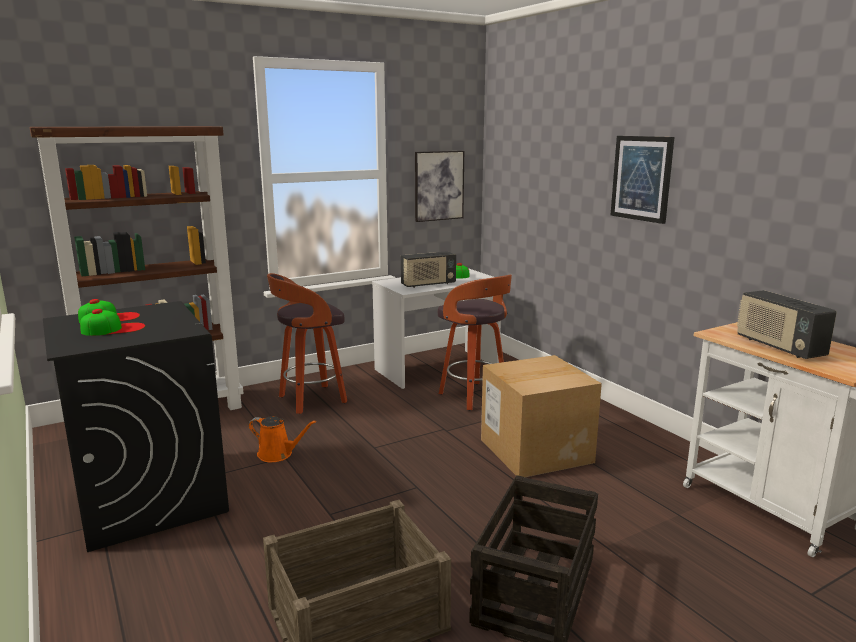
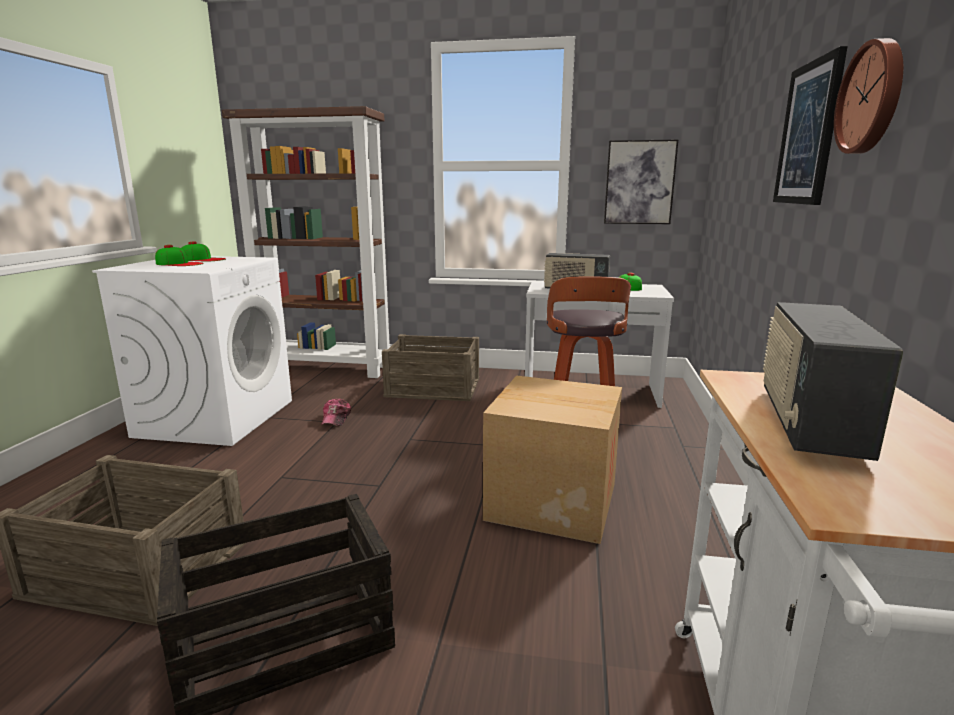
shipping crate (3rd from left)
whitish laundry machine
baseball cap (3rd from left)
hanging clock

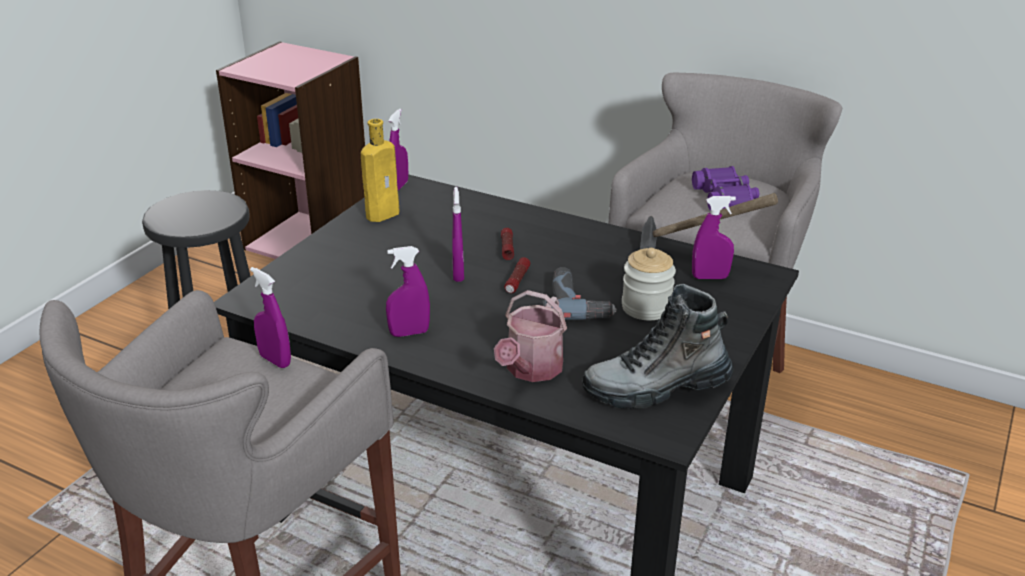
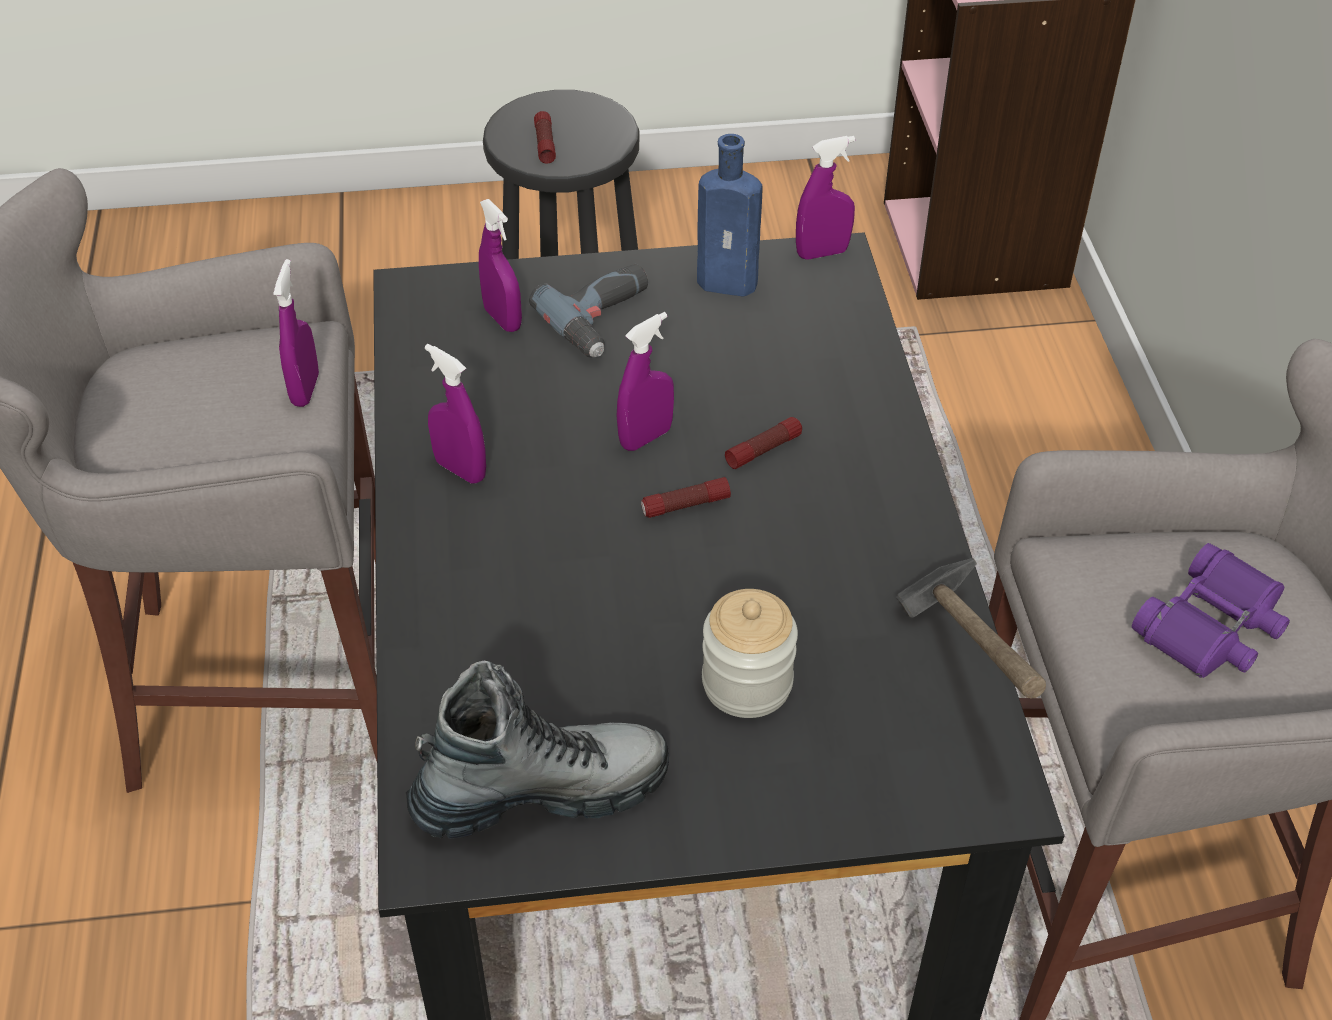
blue-coloured beverage bottle
purple sprayer (3rd from left)
electric drill
boot
watering pot
torch (1st from left)

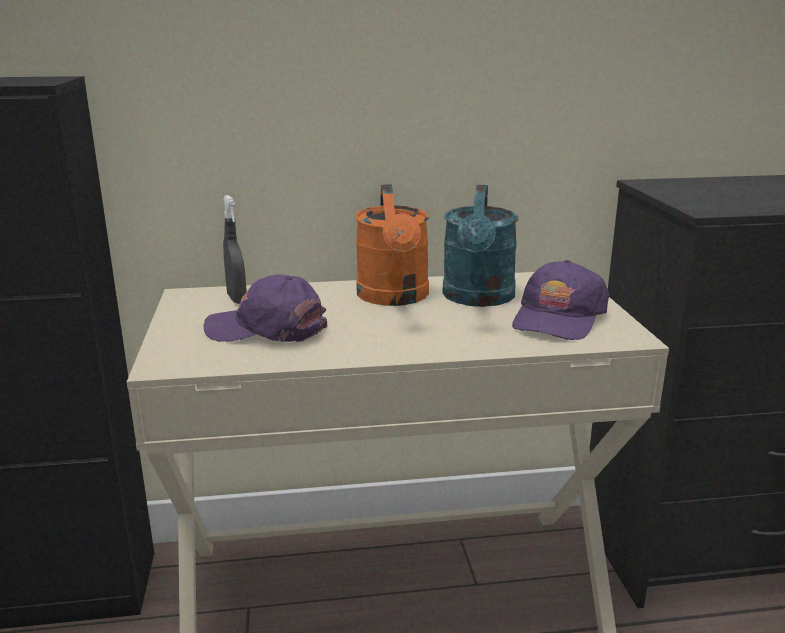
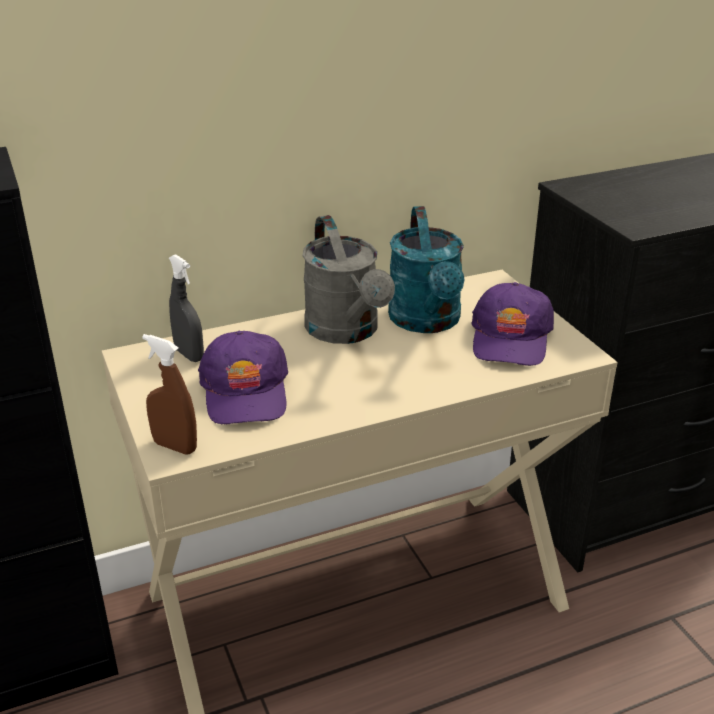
gray watering pot
purple baseball cap (1st from left)
brown sprayer

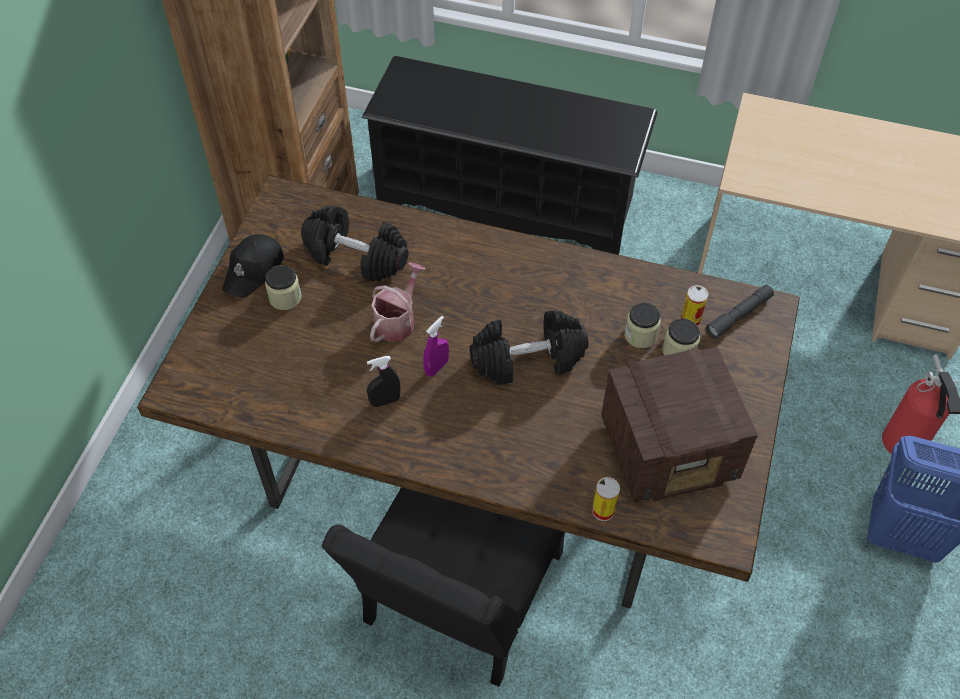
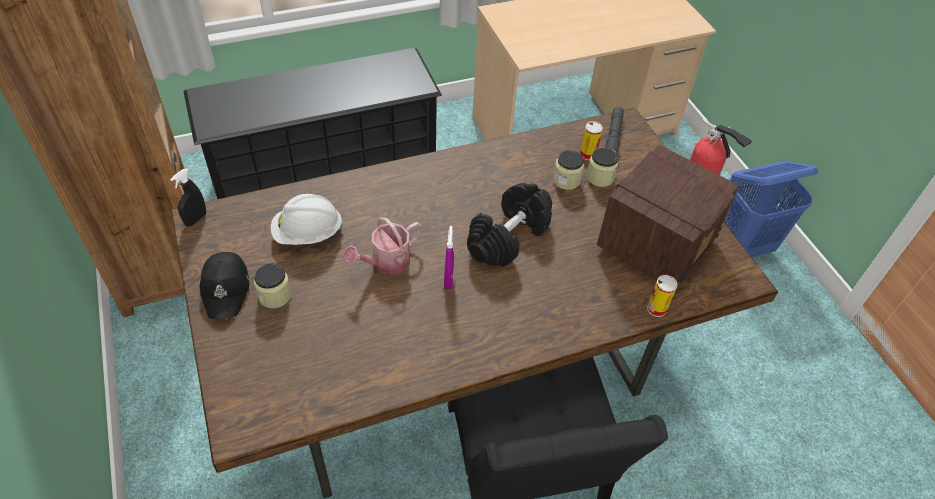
whitish safety helmet
watering pot
blackish sprayer

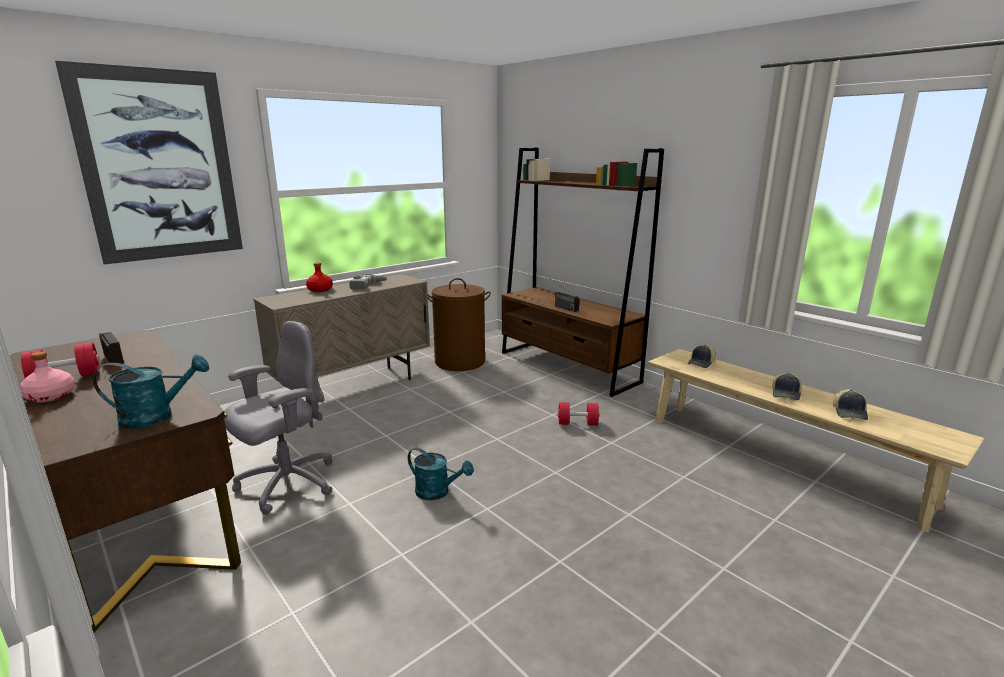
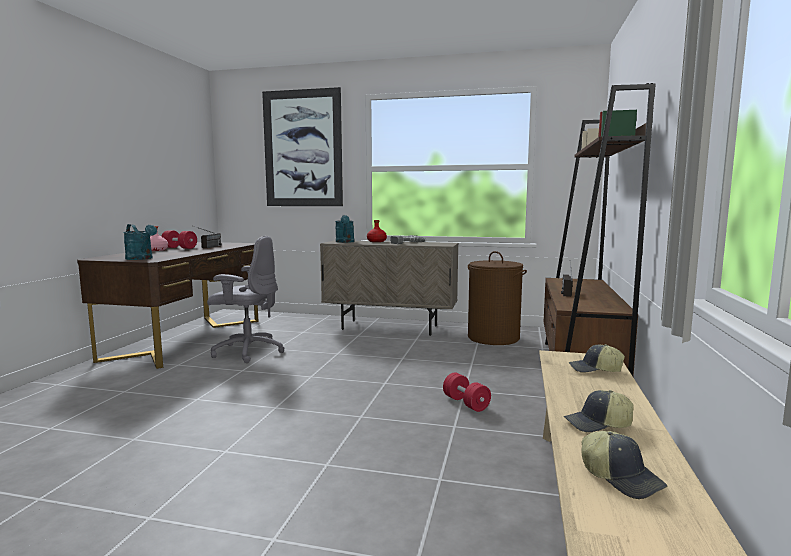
baseball cap (3rd from left)
blue-green watering pot (2nd from left)

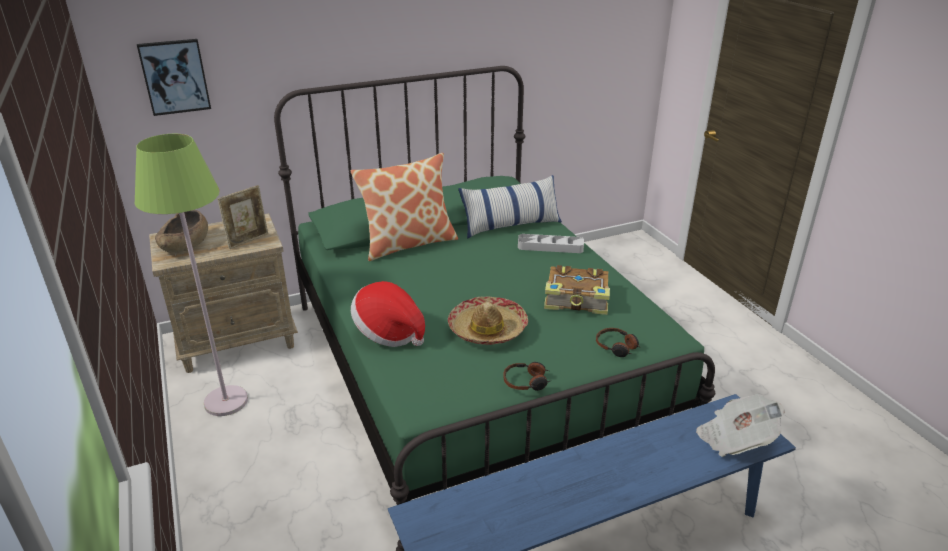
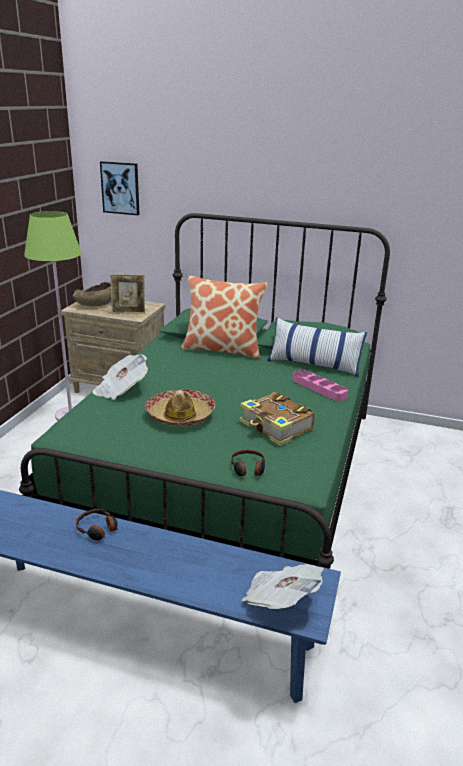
pink-coloured carrying tray
daily paper (1st from left)
pair of headphones (1st from left)

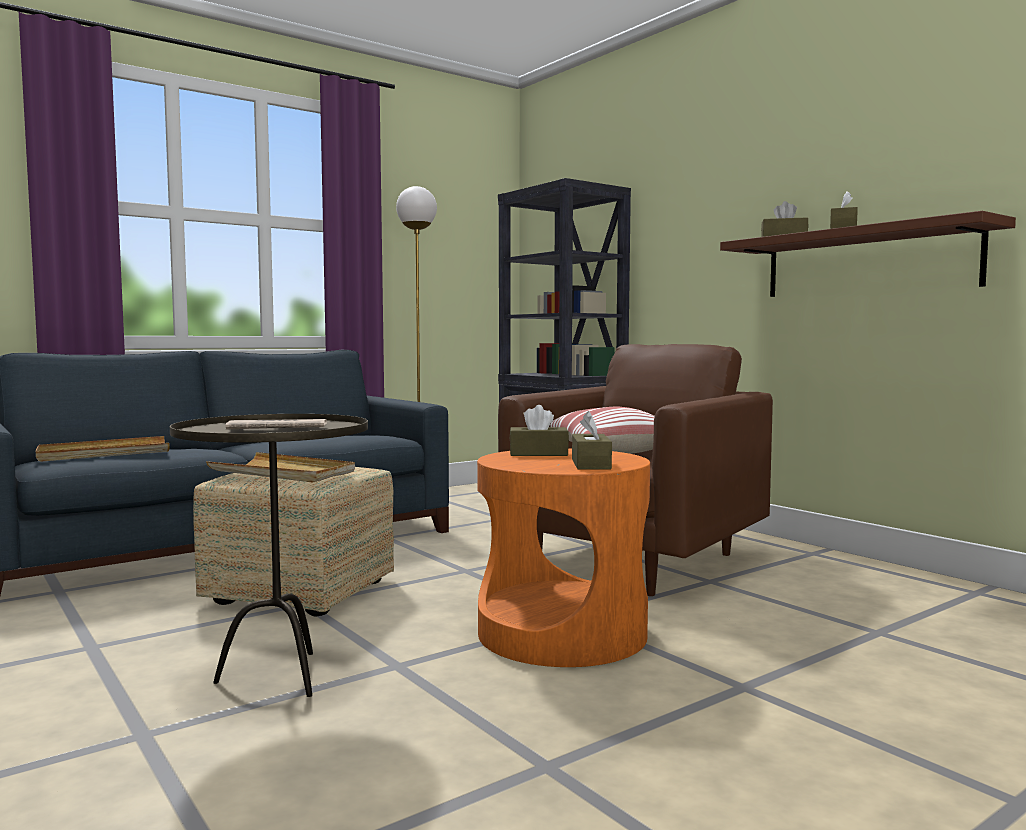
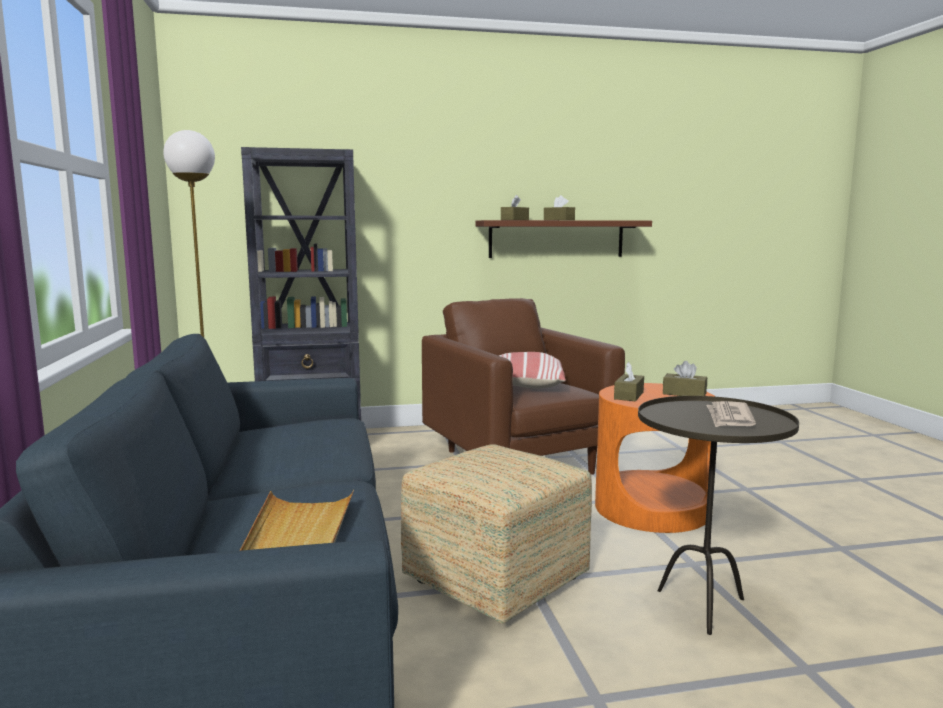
beige-coloured carrying tray (2nd from left in the first image)

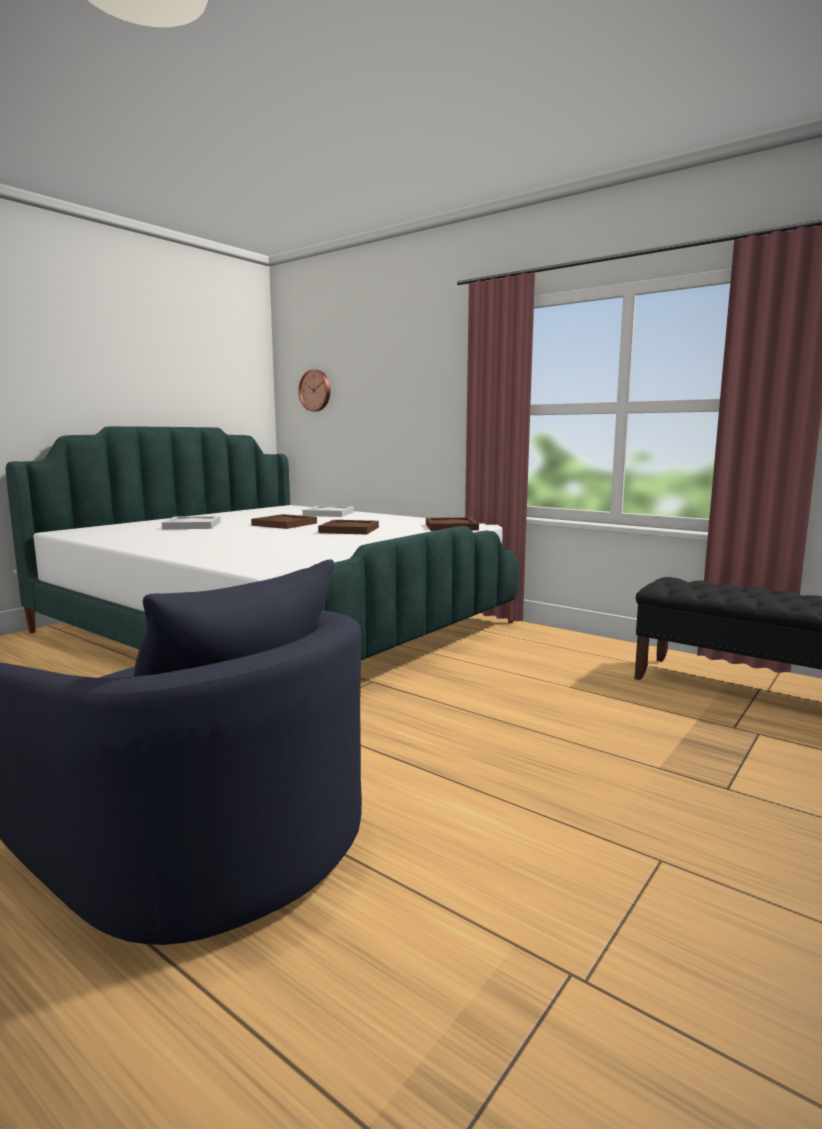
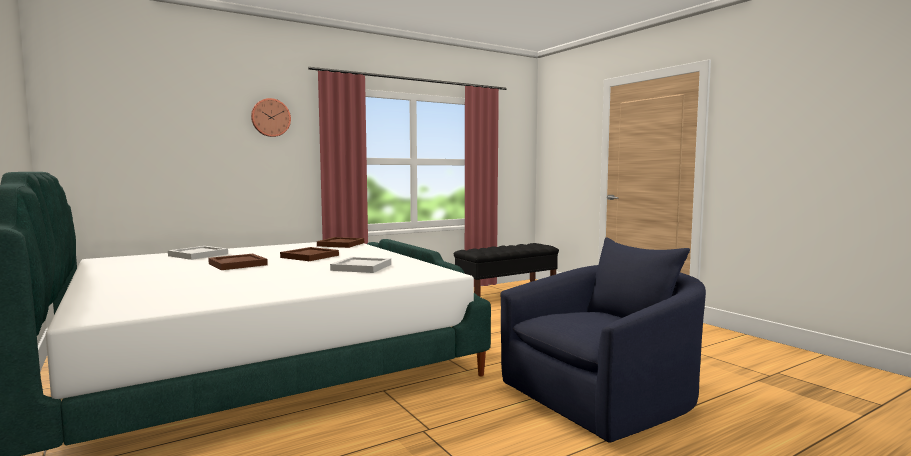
hanging clock
whitish carrying tray (2nd from left)

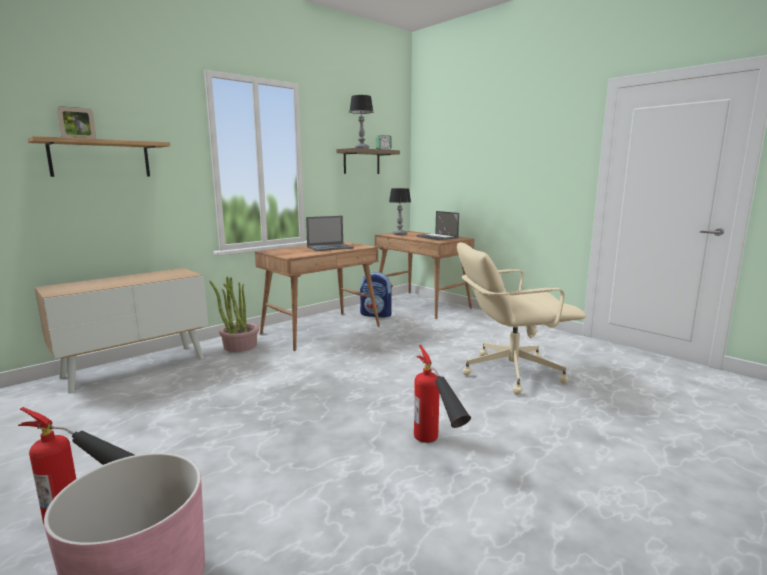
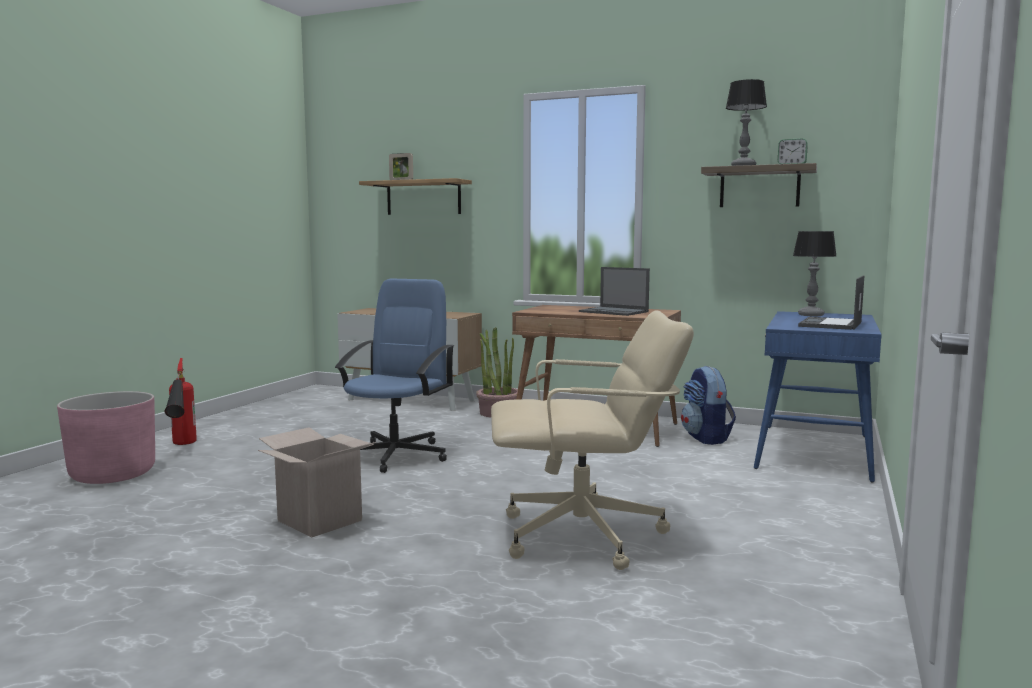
blue-coloured desk
beige-coloured computer chair
cardboard box
blue-coloured computer chair

